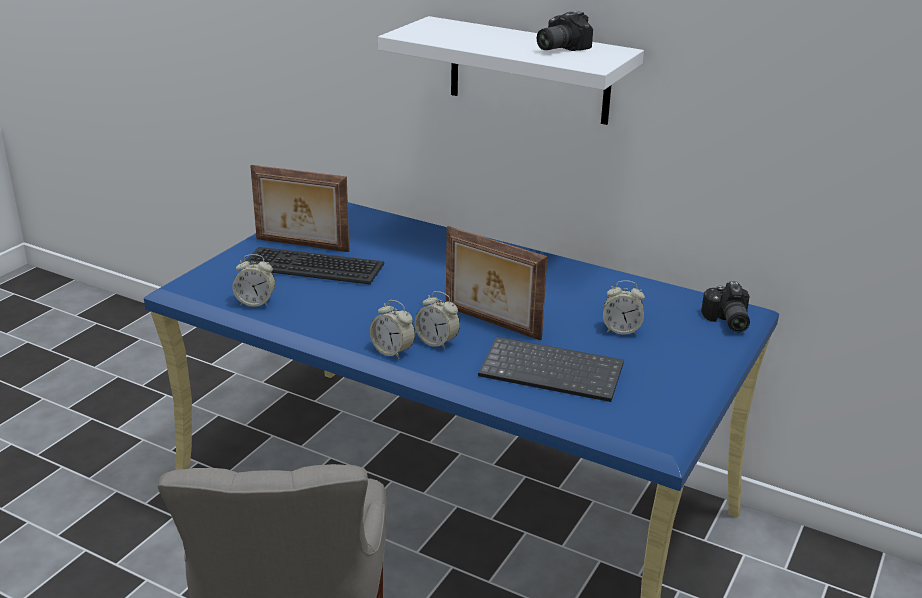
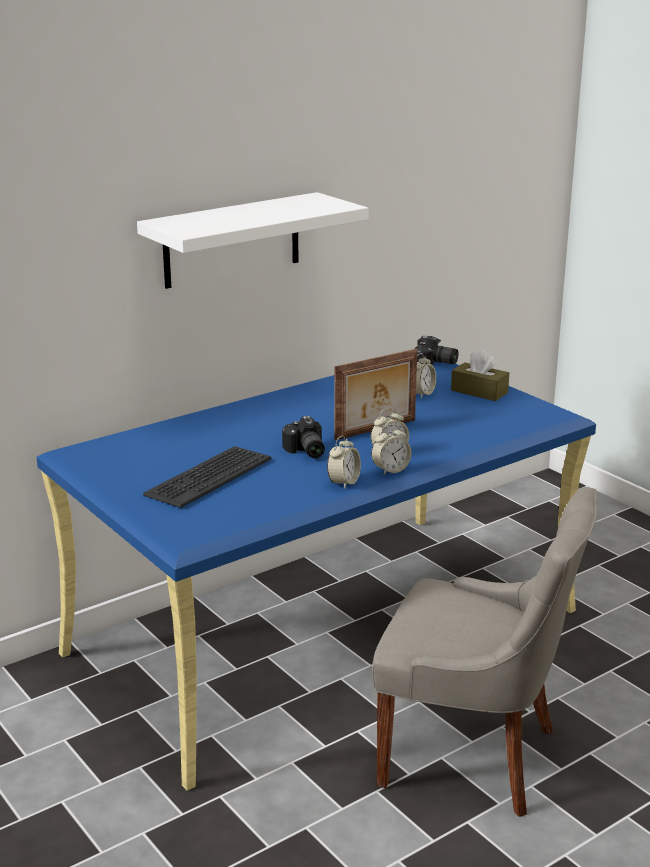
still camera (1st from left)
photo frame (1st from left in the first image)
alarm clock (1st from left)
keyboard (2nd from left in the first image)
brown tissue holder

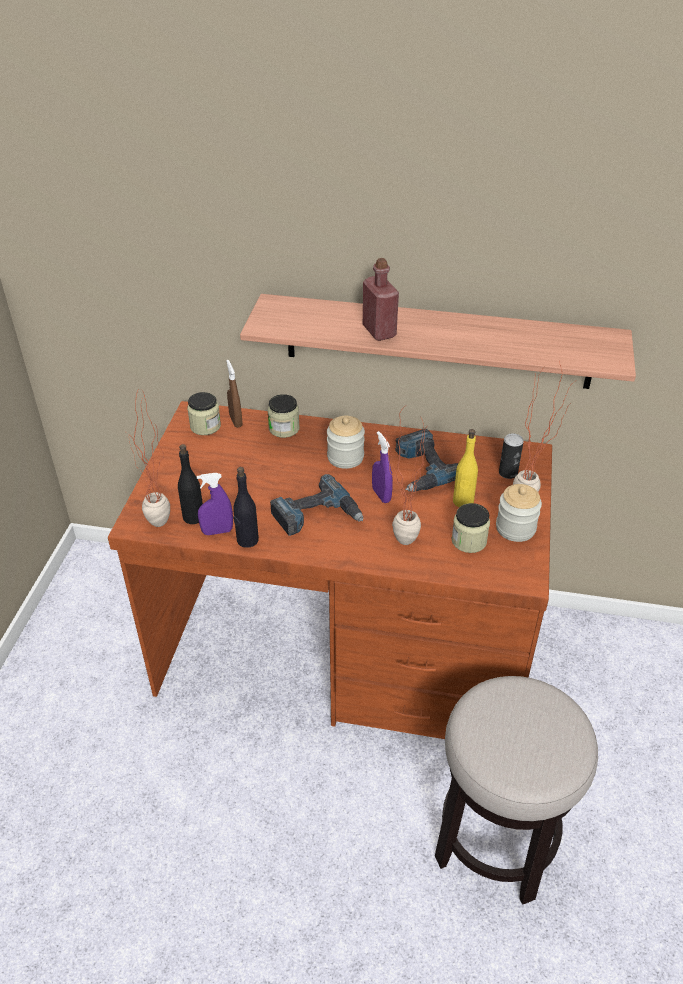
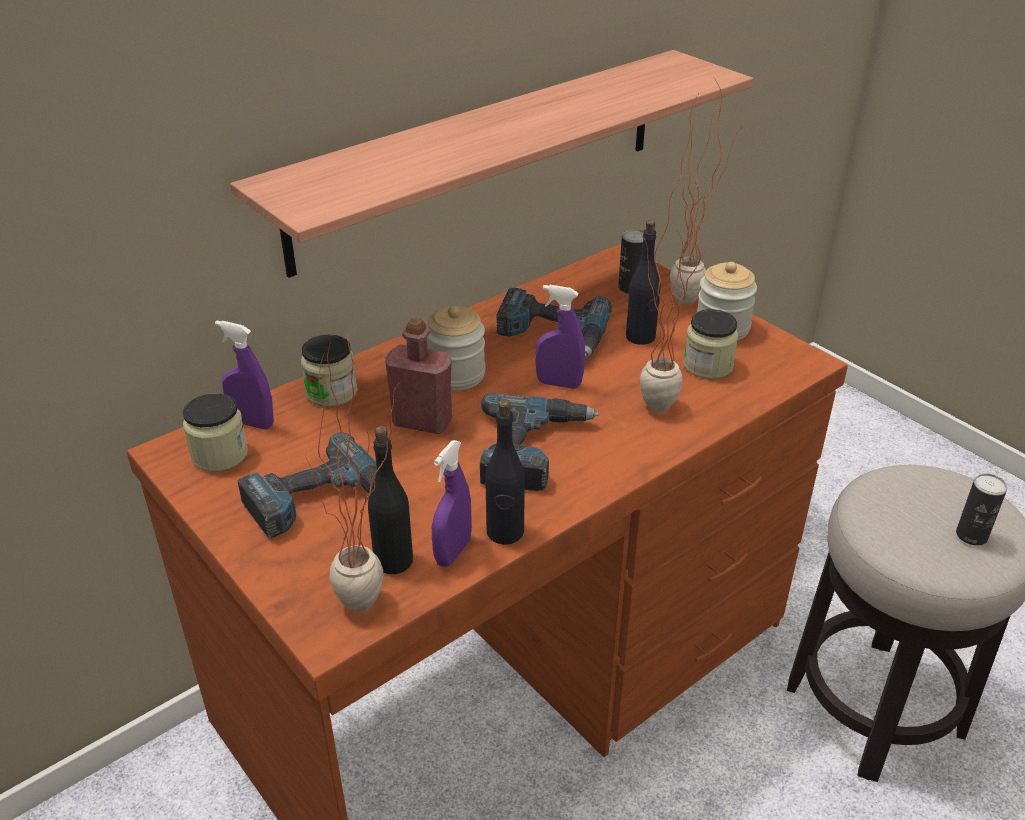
reddish beverage bottle
purple sprayer (1st from left)
blackish beverage bottle (3rd from left)
electric drill (1st from left)
sealed can (2nd from left)

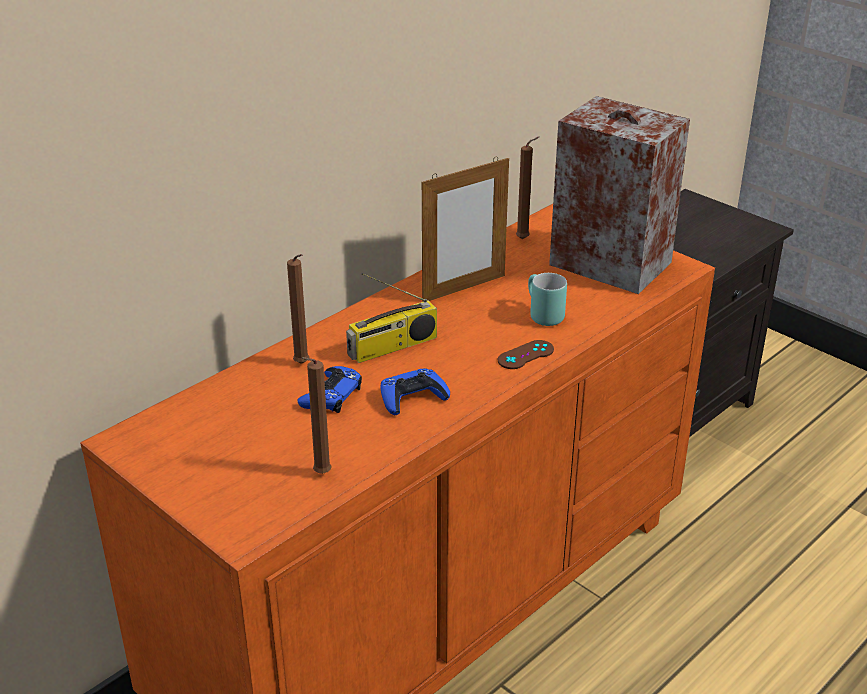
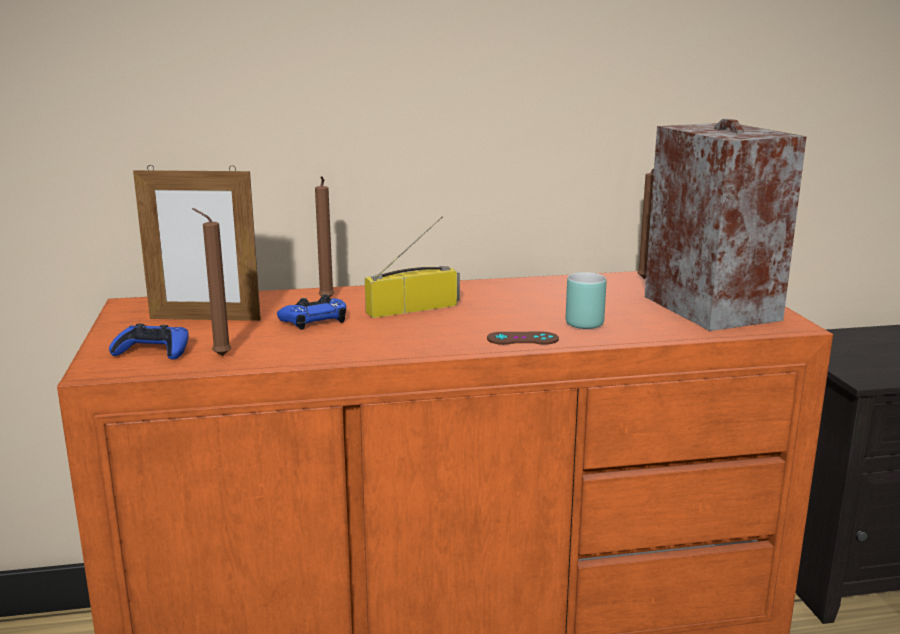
photo frame
radio receiver
blue-coloured gamepad (1st from left)

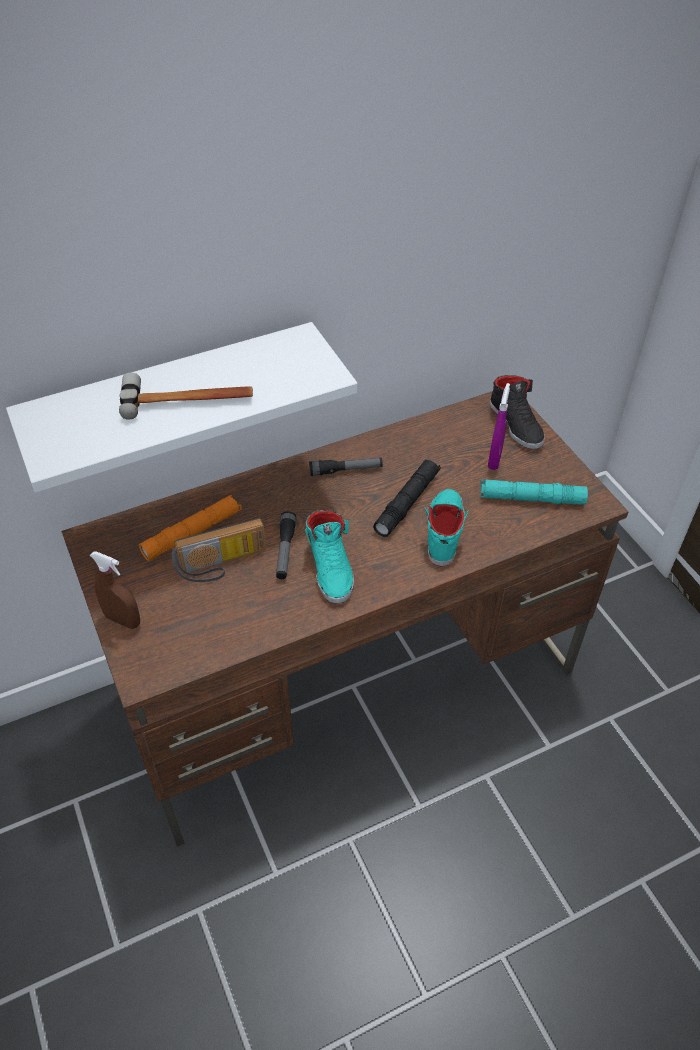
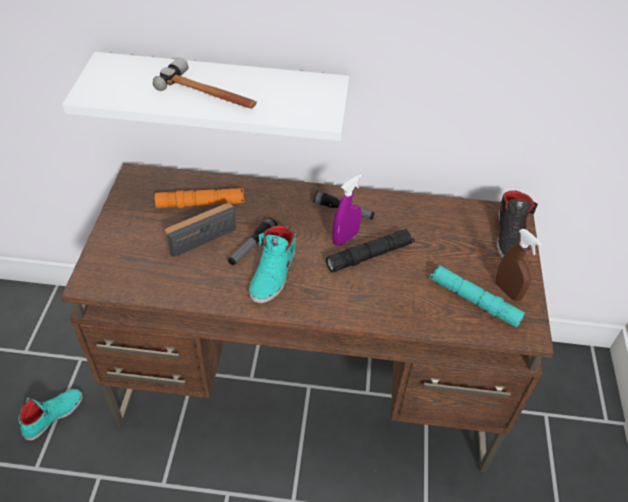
purple sprayer
blue-green low shoe (1st from left)
radio receiver
brown sprayer

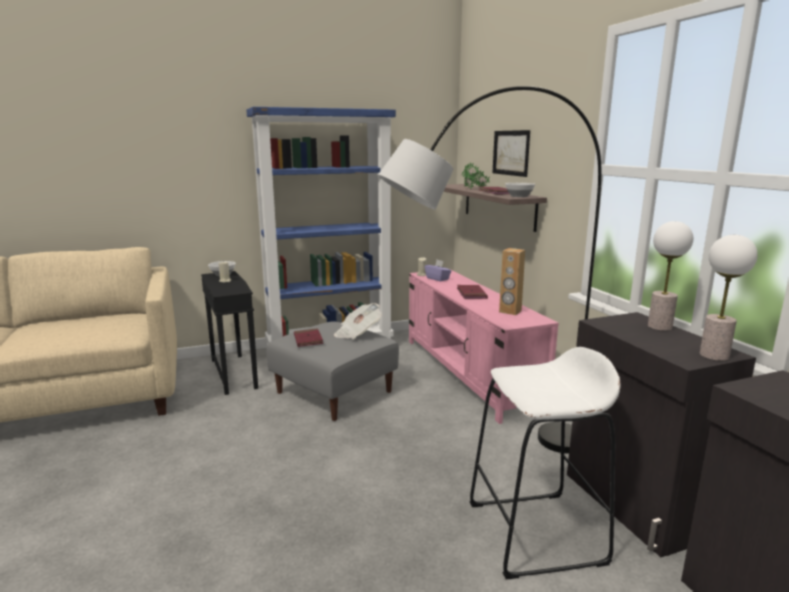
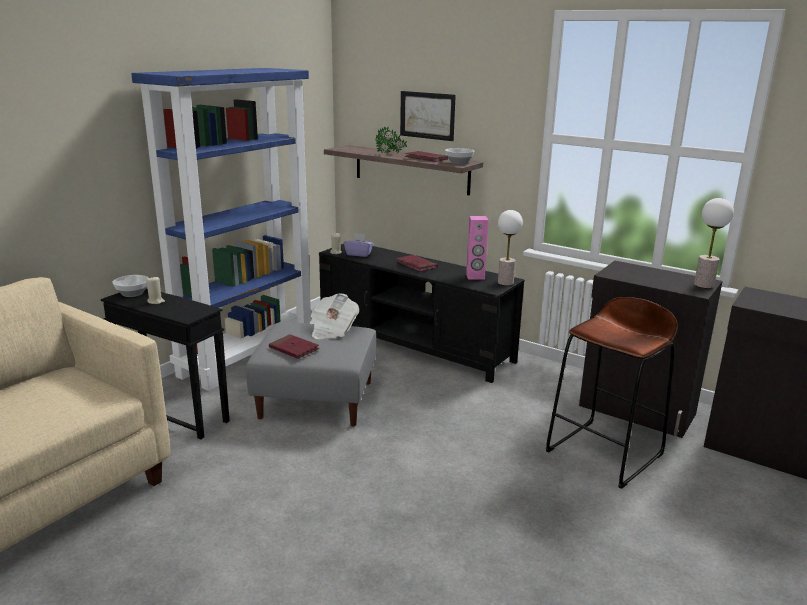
gray floor lamp
lamp for a table (1st from left)
pink-coloured audio speaker
blackish tv unit
brown stool

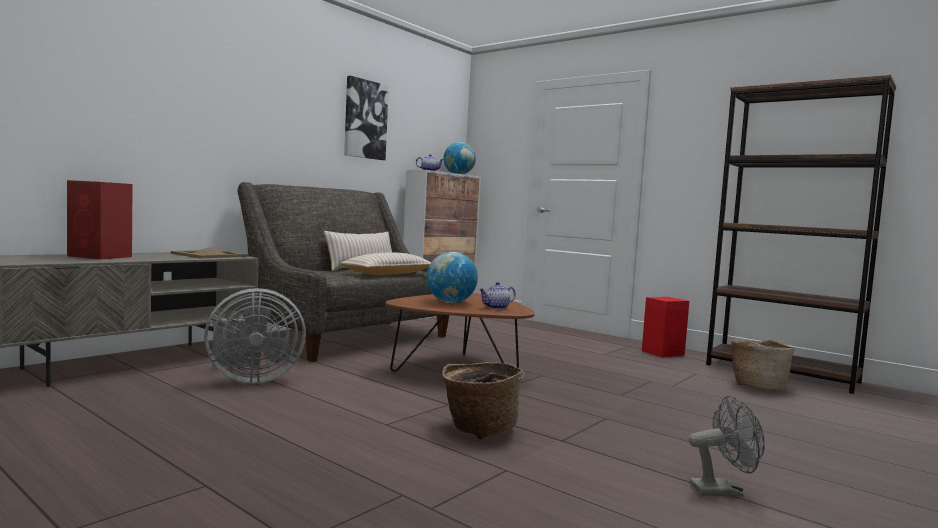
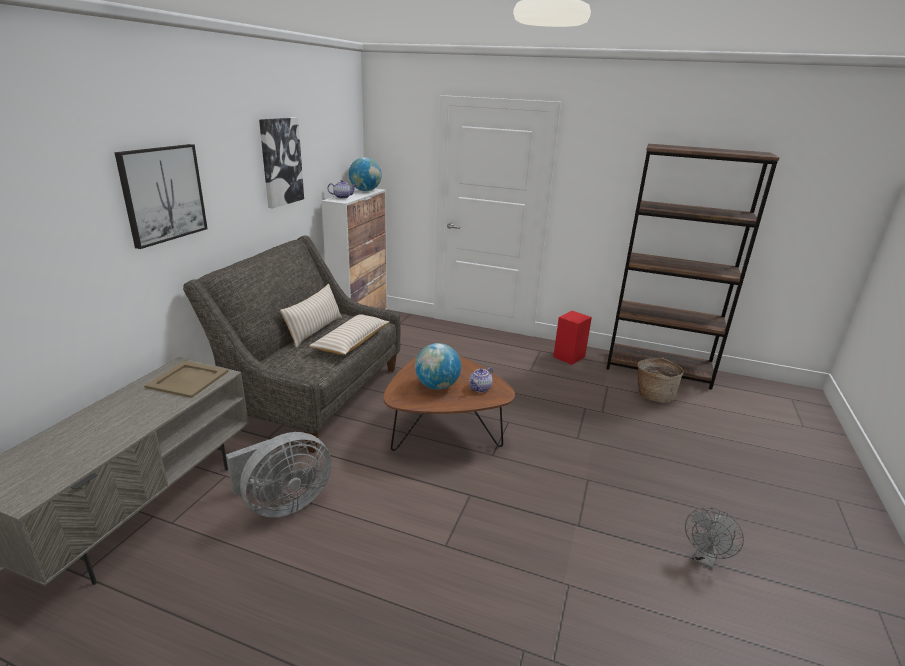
reddish audio speaker (1st from left in the first image)
household basket (1st from left in the first image)
gray cooling fan (2nd from left)
picture (1st from left)

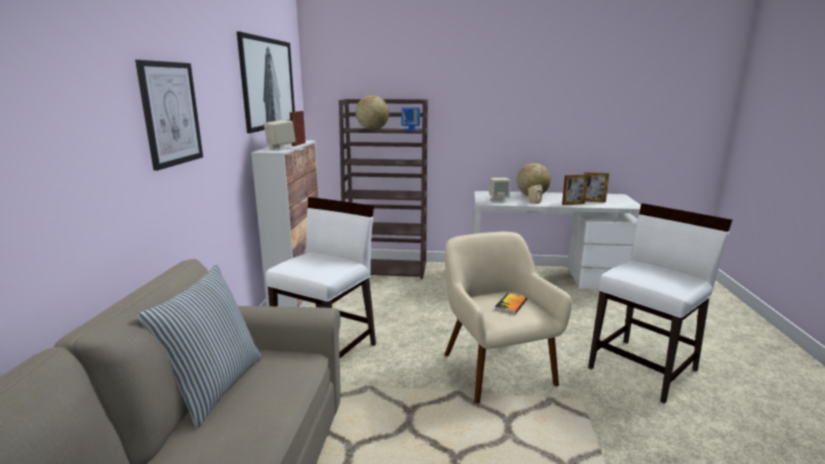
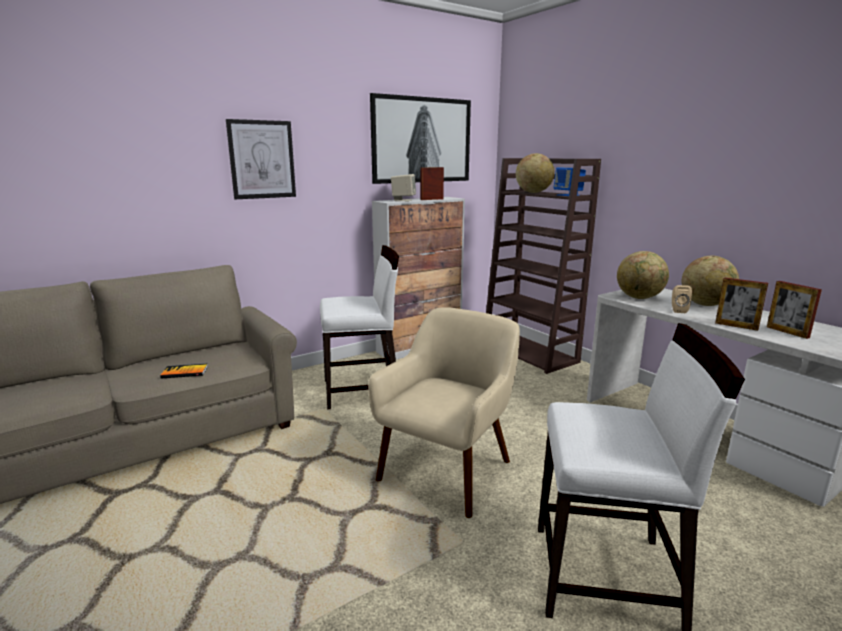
globe (2nd from left)
cushion
bound book

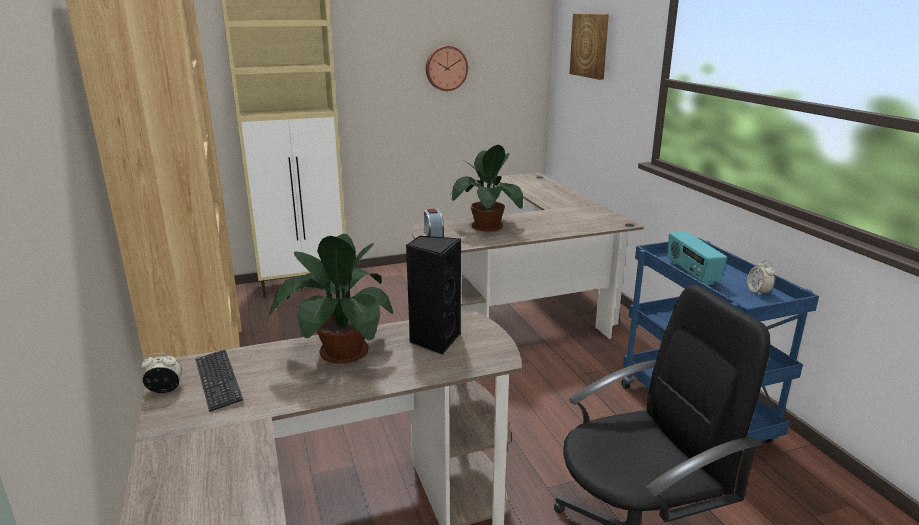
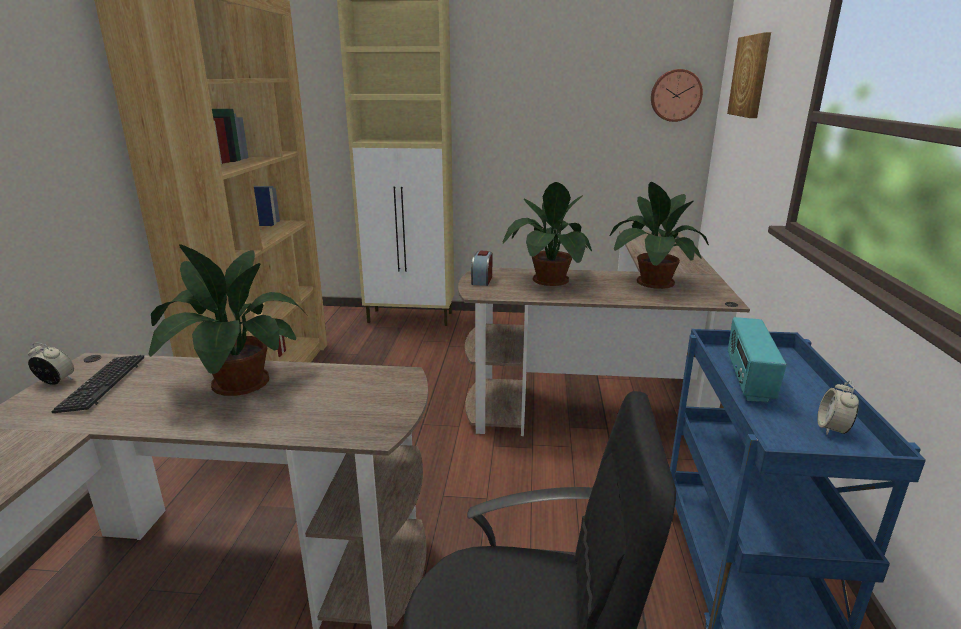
hanging clock
blackish audio speaker
plant in a pot (3rd from left)

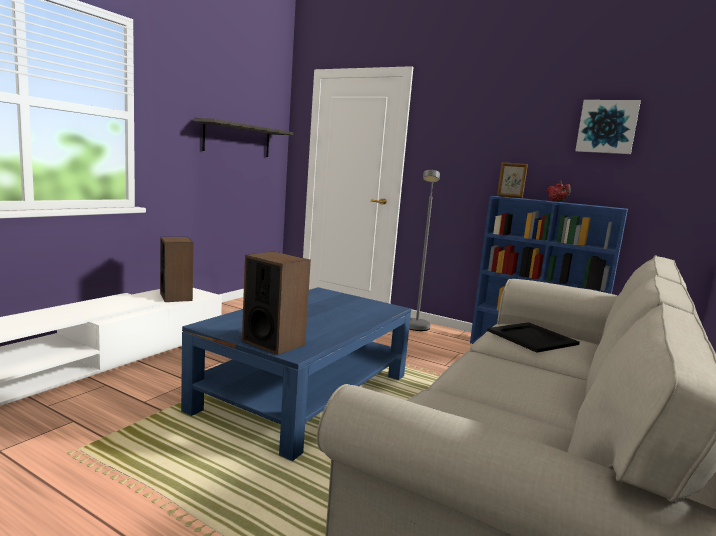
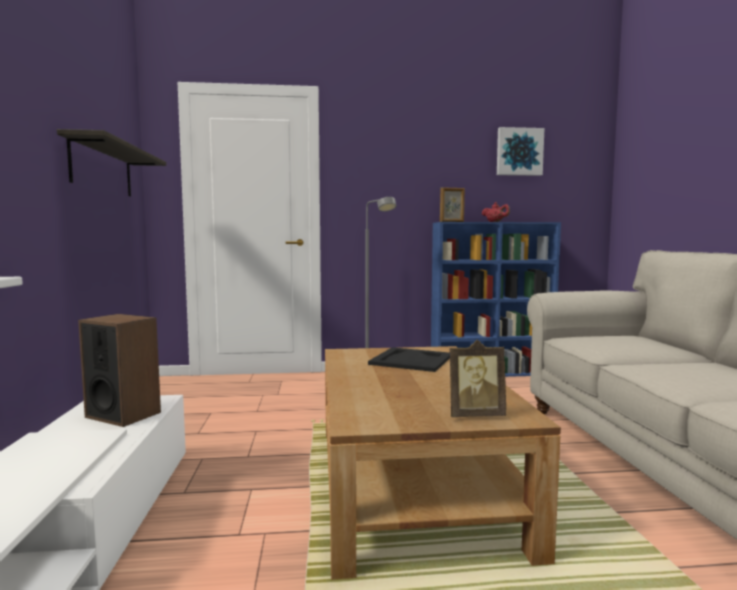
photo frame (2nd from left)
brown low table
blackish carrying tray

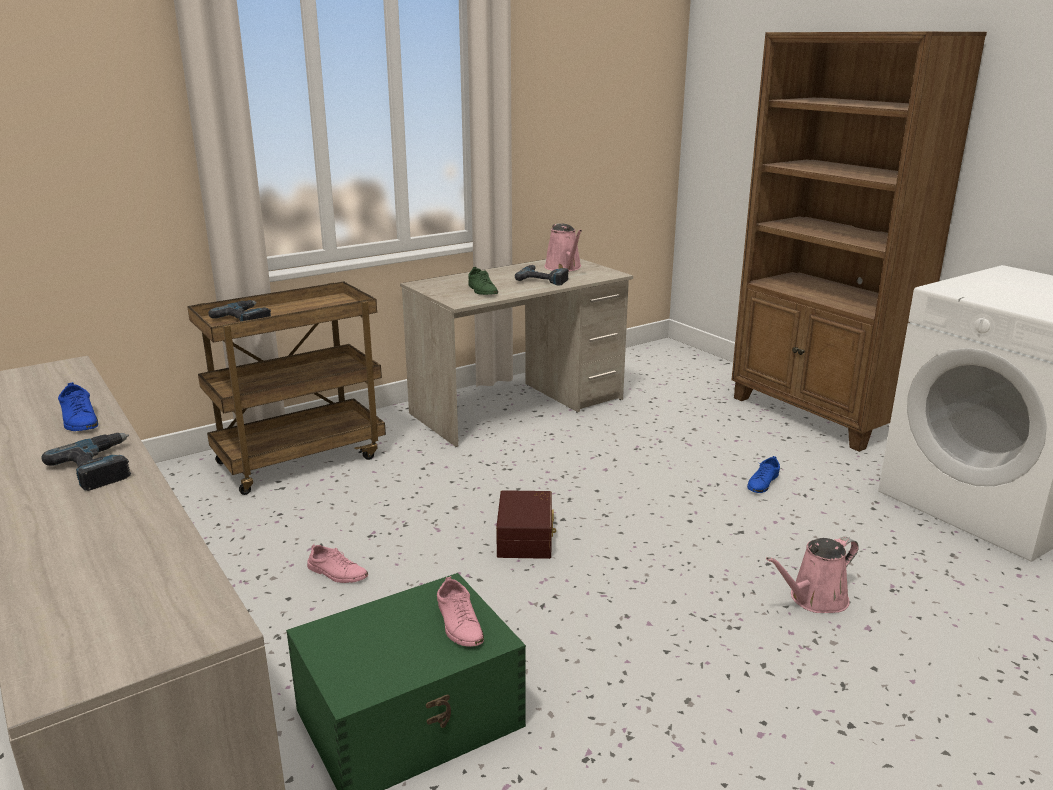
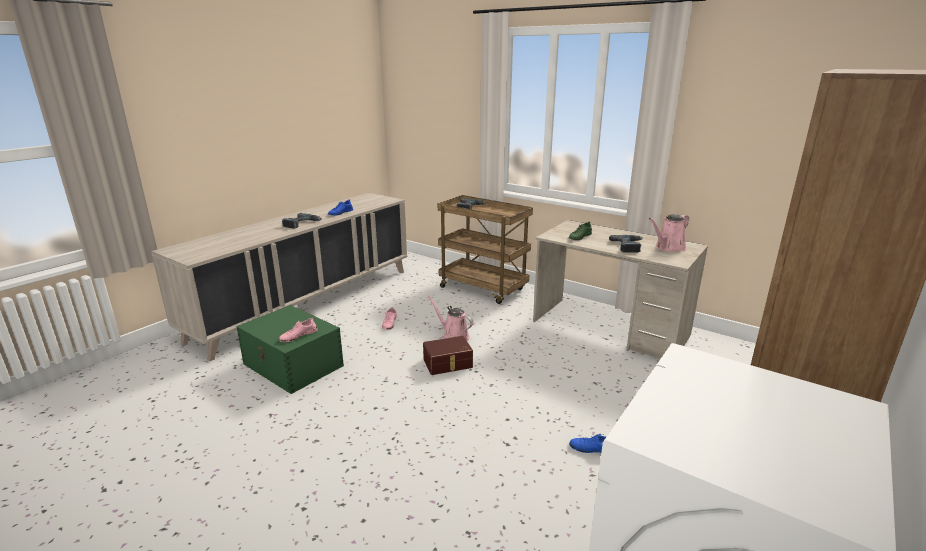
pink-coloured watering pot (1st from left)

